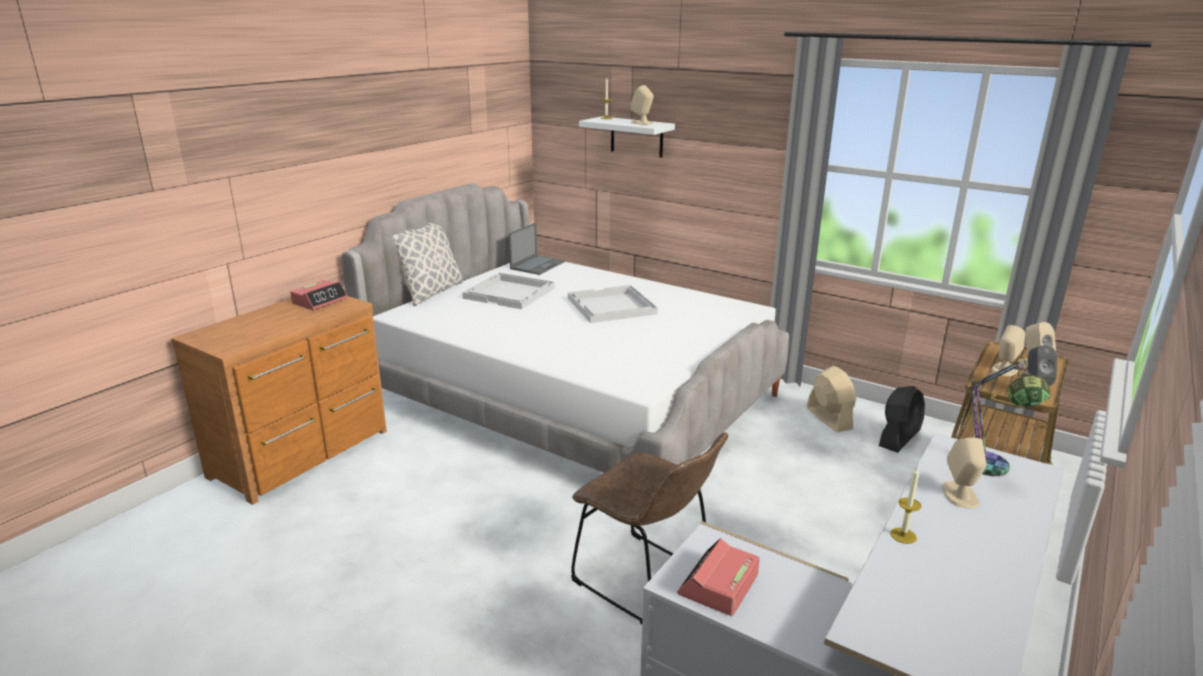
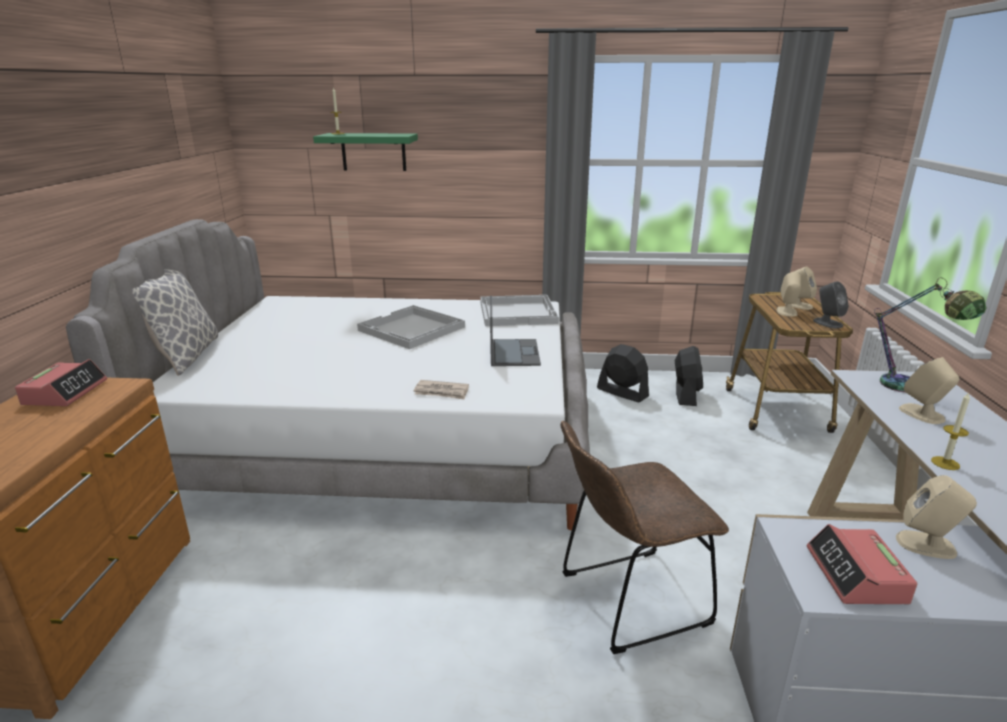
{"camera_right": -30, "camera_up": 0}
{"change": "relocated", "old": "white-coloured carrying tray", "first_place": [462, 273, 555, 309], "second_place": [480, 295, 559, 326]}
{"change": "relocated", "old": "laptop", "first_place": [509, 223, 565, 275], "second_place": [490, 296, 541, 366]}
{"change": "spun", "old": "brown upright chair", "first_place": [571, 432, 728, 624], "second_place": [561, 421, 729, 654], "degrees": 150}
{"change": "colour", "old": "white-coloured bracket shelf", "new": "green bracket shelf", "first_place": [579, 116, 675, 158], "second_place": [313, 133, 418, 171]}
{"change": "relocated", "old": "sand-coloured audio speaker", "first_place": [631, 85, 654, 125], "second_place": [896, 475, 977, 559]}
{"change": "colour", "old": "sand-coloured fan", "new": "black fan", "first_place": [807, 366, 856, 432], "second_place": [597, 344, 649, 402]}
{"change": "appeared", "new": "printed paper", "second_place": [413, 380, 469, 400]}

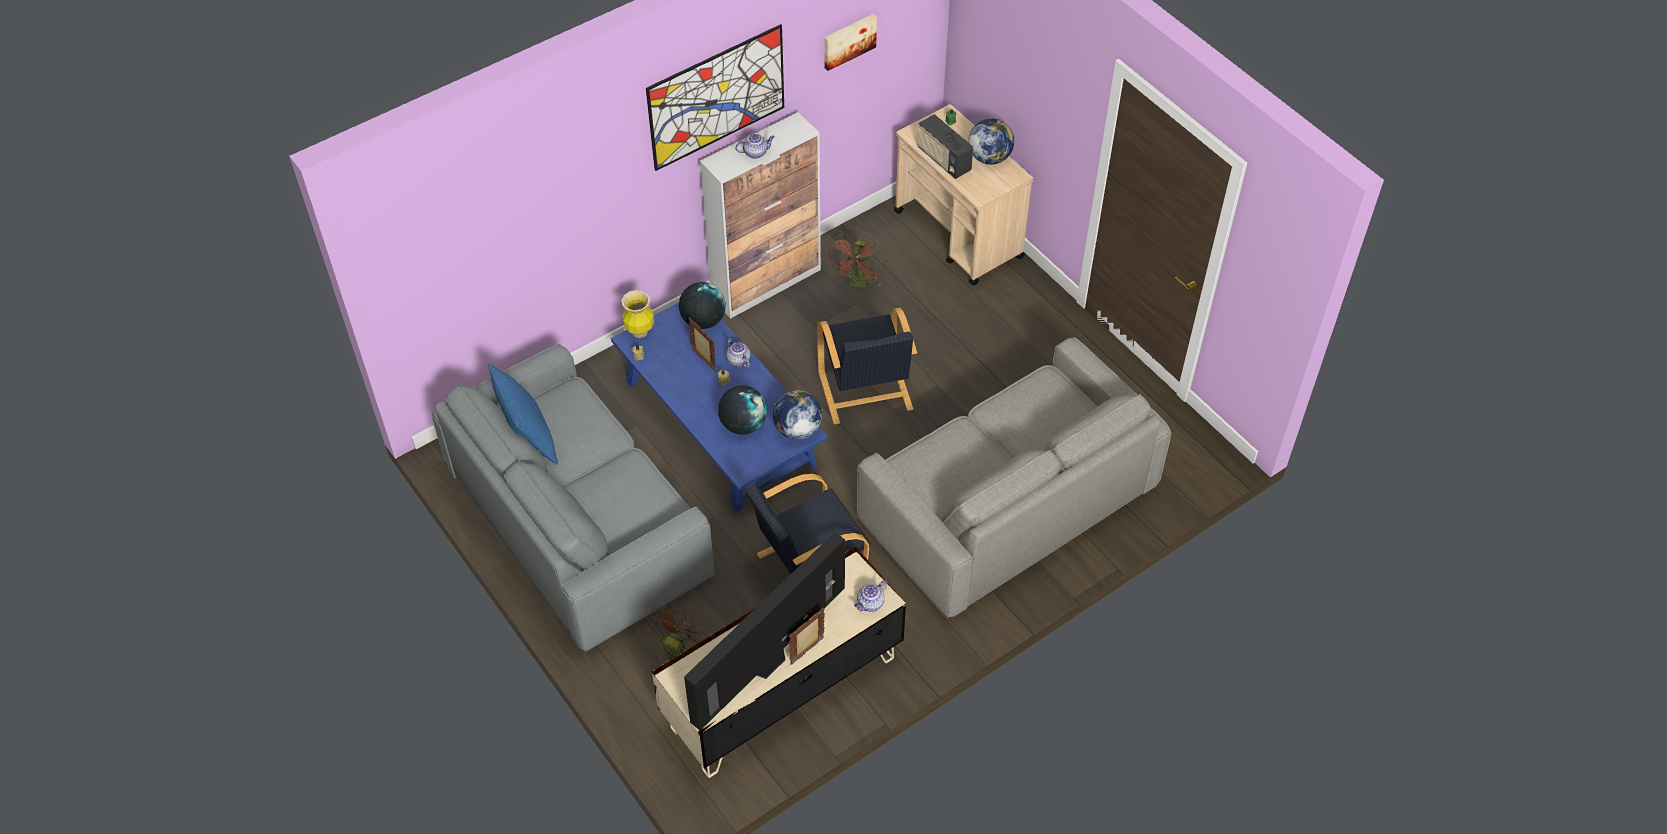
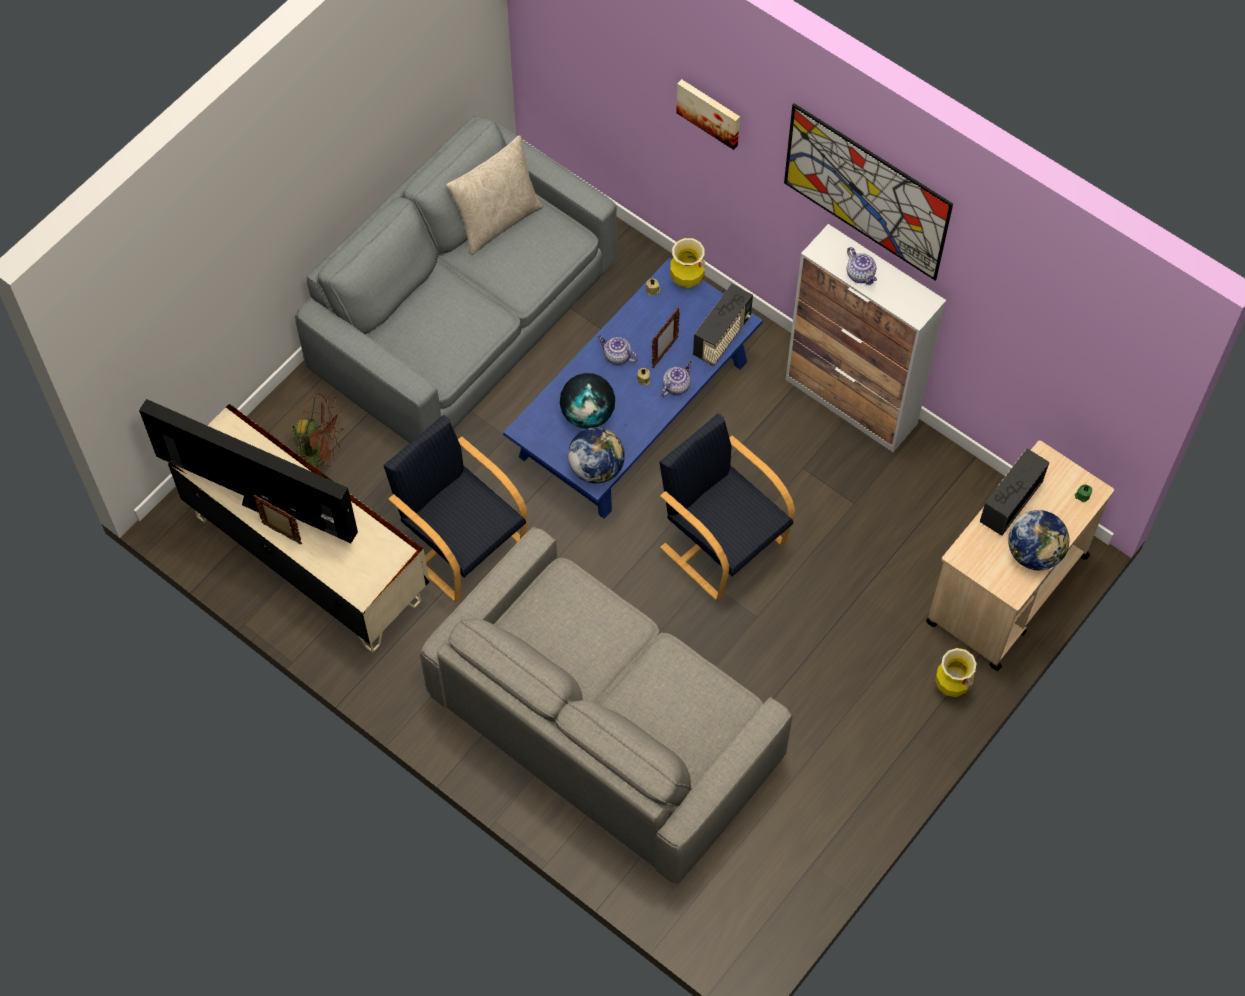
{"camera_right": 75, "camera_up": 10}
{"change": "colour", "old": "blue throw pillow", "new": "sand-coloured throw pillow", "first_place": [488, 363, 558, 465], "second_place": [446, 135, 543, 255]}
{"change": "exchanged", "old": "desk globe", "new": "radio set", "first_place": [679, 282, 726, 329], "second_place": [693, 284, 753, 366]}
{"change": "spun", "old": "black easy chair", "first_place": [817, 308, 917, 425], "second_place": [659, 414, 795, 601], "degrees": 75}
{"change": "relocated", "old": "wall picture", "first_place": [824, 14, 877, 71], "second_place": [676, 79, 740, 150]}
{"change": "missing", "old": "brown fan", "first_place": [827, 229, 887, 288]}
{"change": "relocated", "old": "teapot", "first_place": [854, 580, 887, 612], "second_place": [598, 335, 638, 365]}
{"change": "appeared", "new": "flower vase", "second_place": [935, 648, 977, 697]}

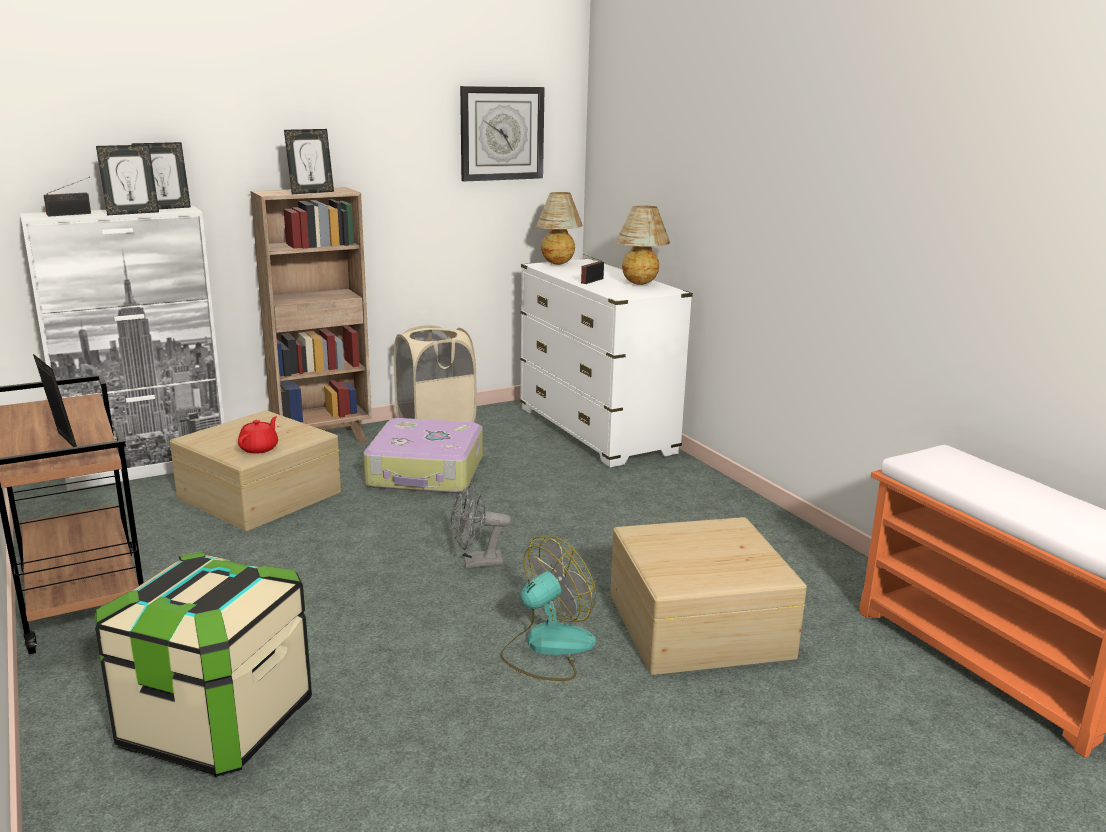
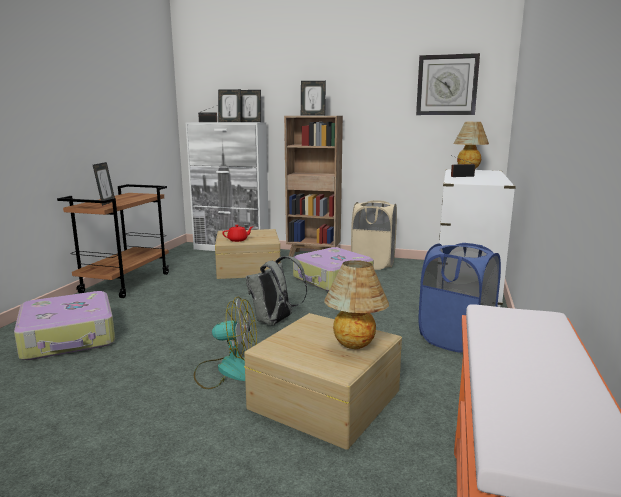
{"camera_right": 45, "camera_up": -5}
{"change": "exchanged", "old": "storage bin", "new": "travel case", "first_place": [94, 551, 312, 777], "second_place": [14, 291, 115, 360]}
{"change": "exchanged", "old": "greyish fan", "new": "greyish knapsack", "first_place": [451, 484, 511, 568], "second_place": [246, 256, 307, 325]}
{"change": "relocated", "old": "lamp for a table", "first_place": [616, 206, 670, 285], "second_place": [324, 260, 389, 349]}
{"change": "appeared", "new": "blue hamper", "second_place": [419, 243, 501, 353]}

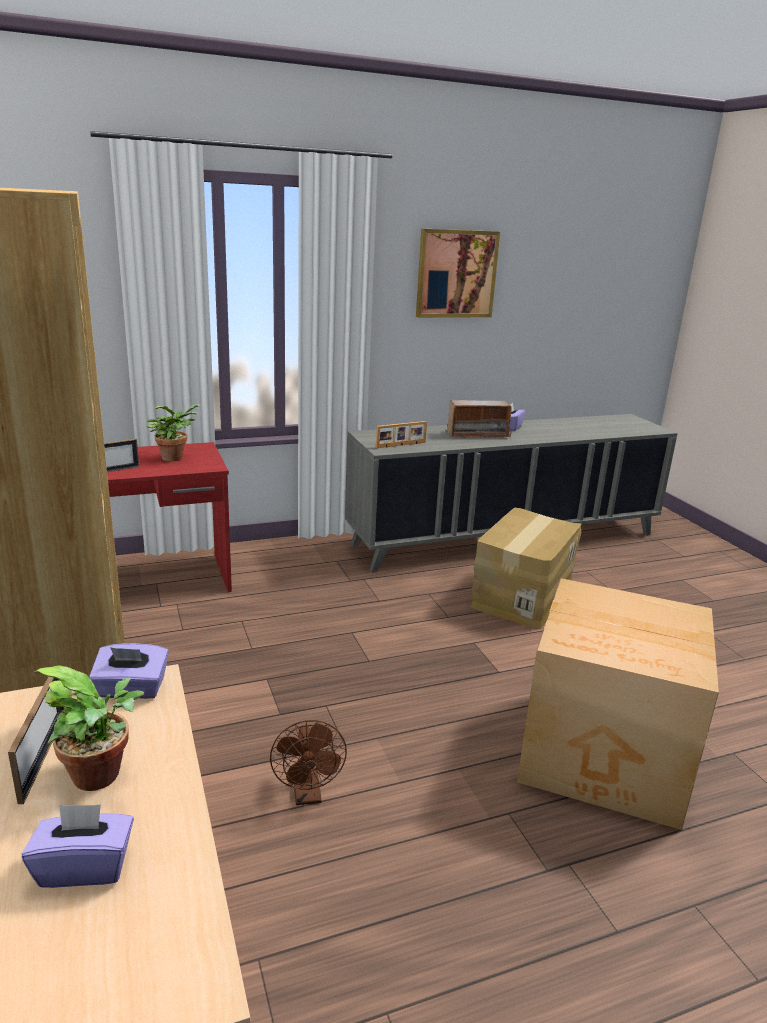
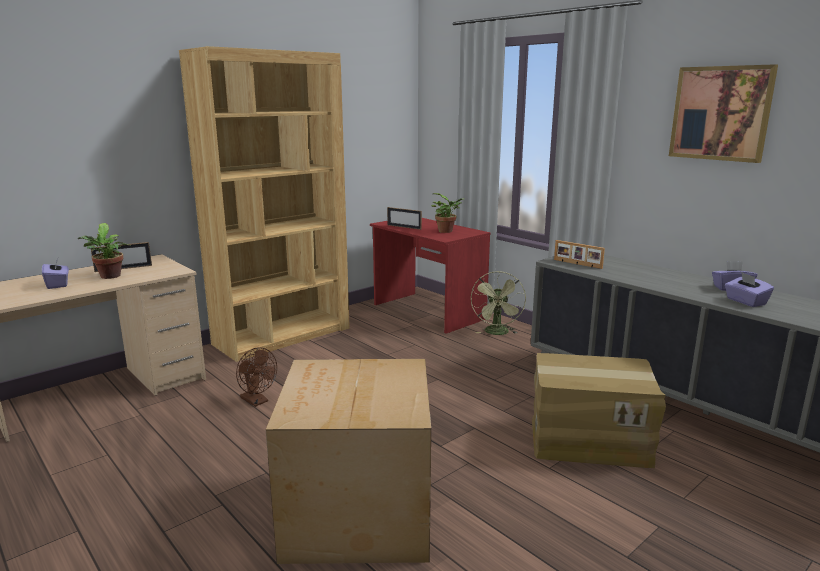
{"camera_right": 70, "camera_up": -5}
{"change": "relocated", "old": "purple tissue box", "first_place": [89, 643, 169, 699], "second_place": [725, 272, 774, 307]}
{"change": "spun", "old": "brown fan", "first_place": [270, 720, 347, 805], "second_place": [236, 347, 277, 407], "degrees": -105}
{"change": "missing", "old": "radio set", "first_place": [447, 400, 512, 438]}
{"change": "appeared", "new": "green fan", "second_place": [471, 271, 526, 335]}

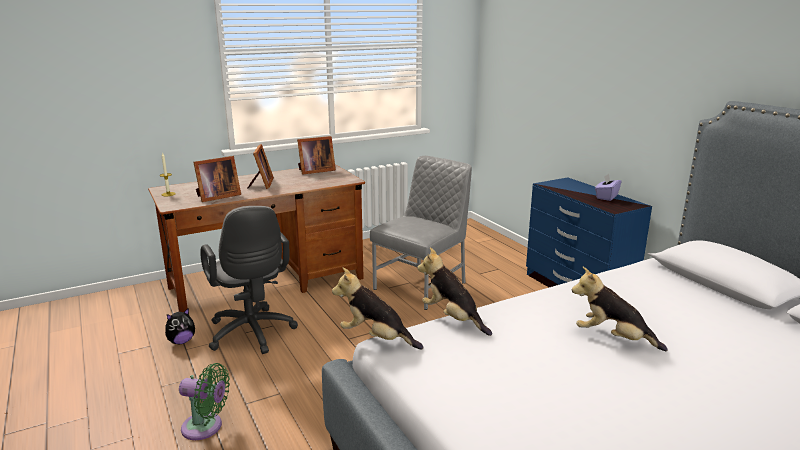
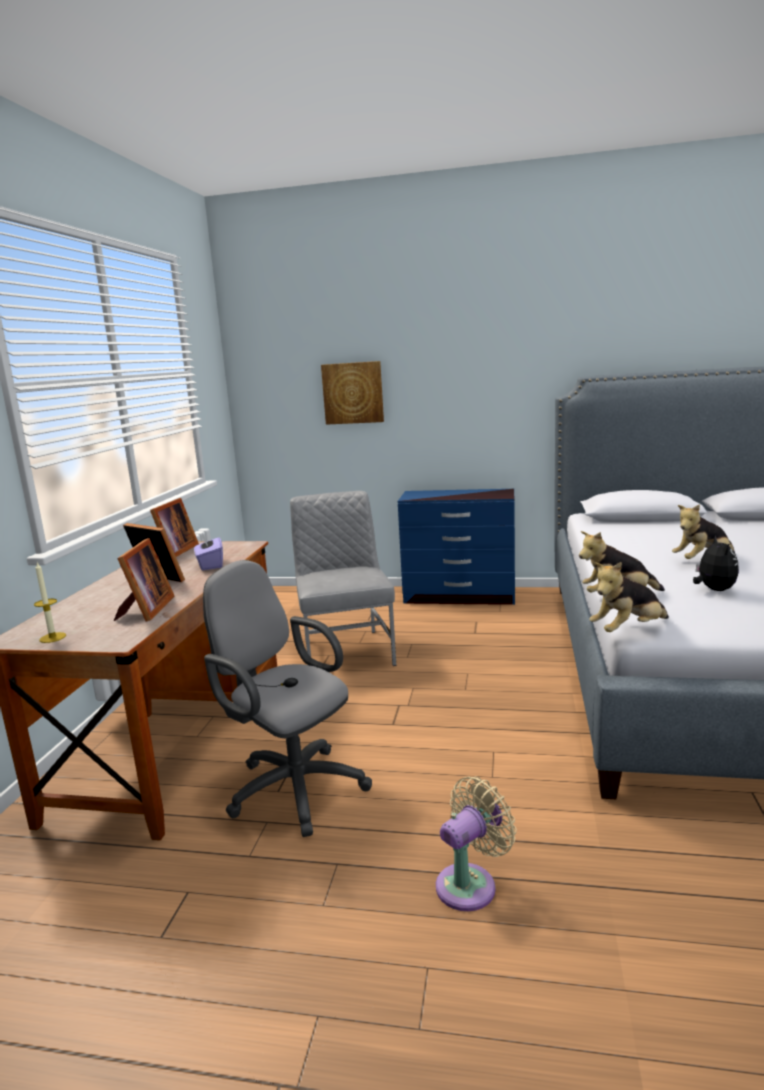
{"camera_right": -50, "camera_up": -5}
{"change": "relocated", "old": "plush toy", "first_place": [165, 308, 195, 344], "second_place": [693, 536, 739, 591]}
{"change": "colour", "old": "green fan", "new": "sand-coloured fan", "first_place": [179, 363, 230, 440], "second_place": [436, 776, 517, 911]}
{"change": "spun", "old": "greyish office chair", "first_place": [200, 206, 298, 354], "second_place": [203, 560, 372, 837], "degrees": -150}
{"change": "relocated", "old": "purple tissue box", "first_place": [595, 174, 621, 201], "second_place": [194, 533, 223, 570]}
{"change": "appeared", "new": "wall picture", "second_place": [321, 361, 384, 425]}

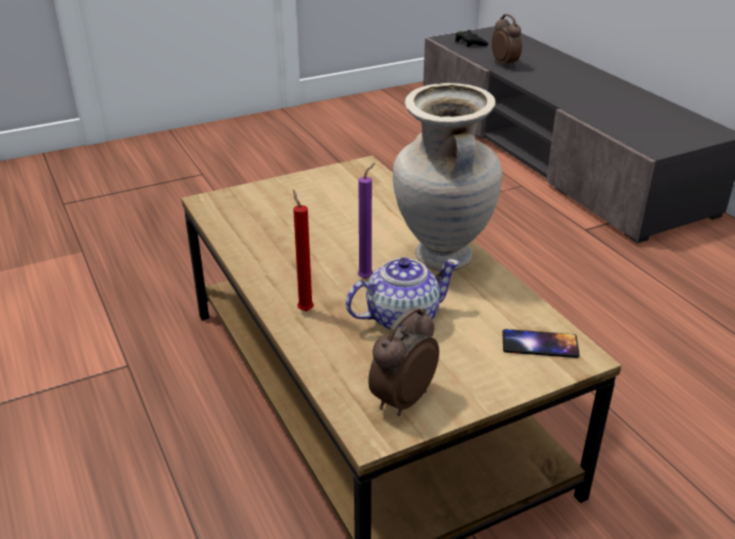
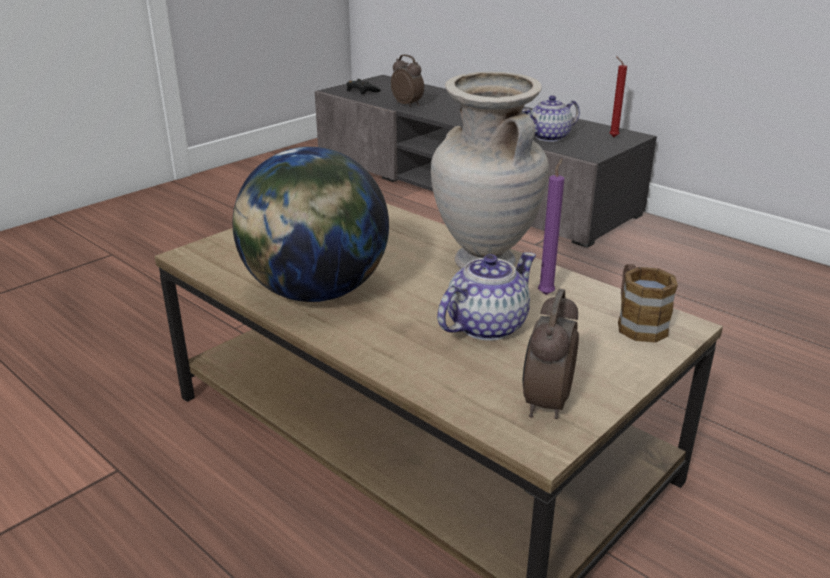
{"camera_right": -20, "camera_up": -5}
{"change": "relocated", "old": "reddish candle", "first_place": [293, 190, 314, 311], "second_place": [610, 56, 627, 137]}
{"change": "relocated", "old": "purple candle", "first_place": [358, 163, 375, 279], "second_place": [538, 158, 564, 295]}
{"change": "exchanged", "old": "telephone", "new": "mug", "first_place": [502, 329, 580, 358], "second_place": [618, 264, 678, 343]}
{"change": "appeared", "new": "desk globe", "second_place": [232, 147, 389, 302]}
{"change": "appeared", "new": "teapot", "second_place": [522, 95, 580, 142]}

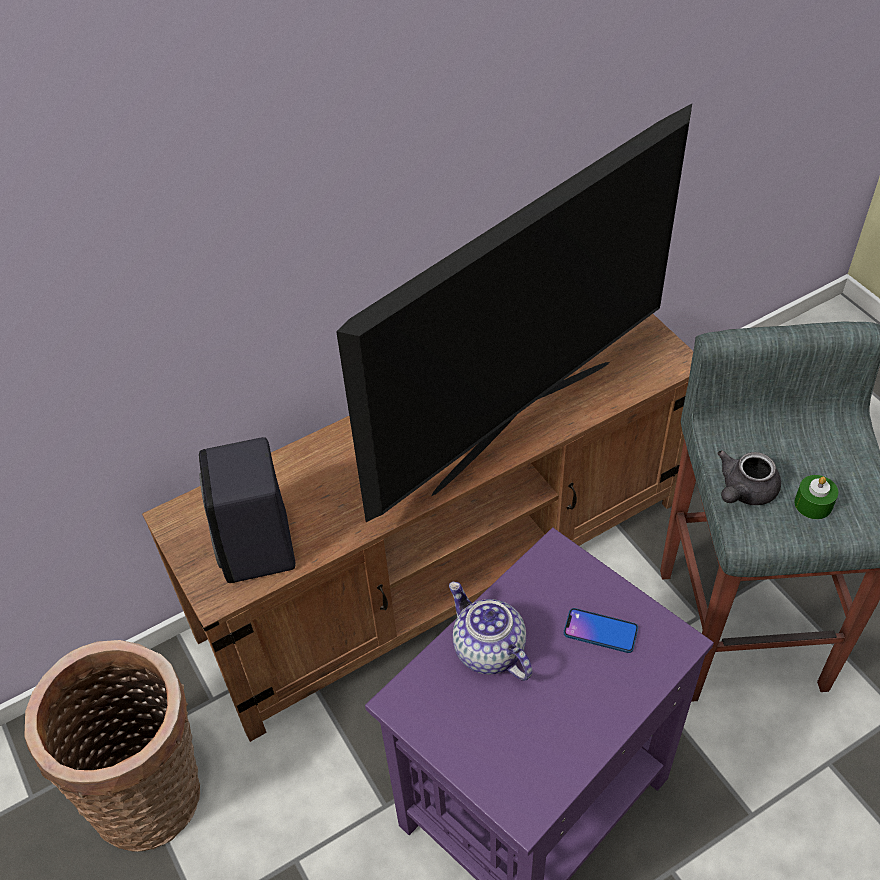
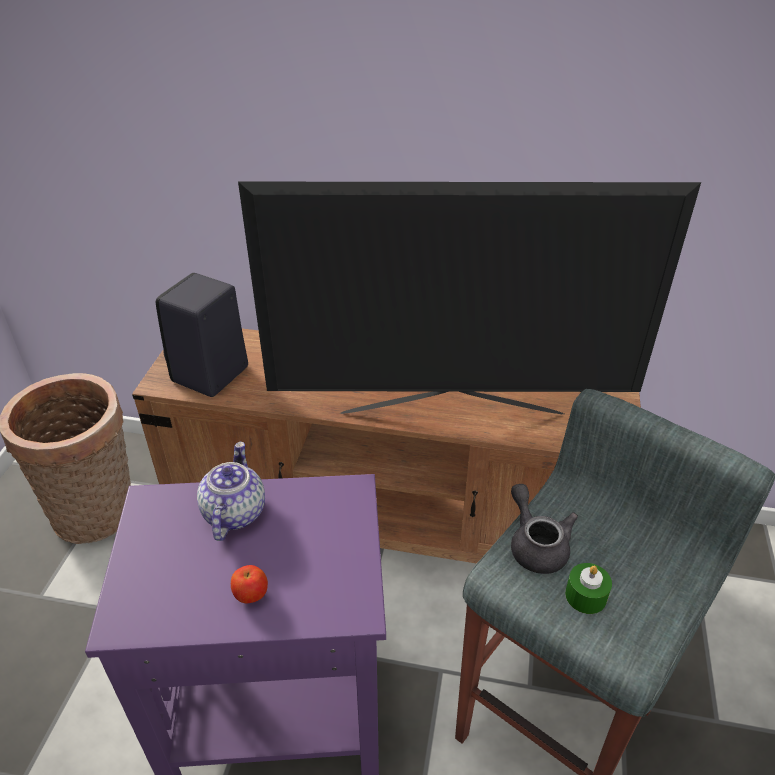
{"camera_right": 40, "camera_up": -10}
{"change": "missing", "old": "telephone", "first_place": [564, 608, 638, 653]}
{"change": "spun", "old": "greyish teapot", "first_place": [717, 450, 781, 505], "second_place": [511, 484, 578, 574], "degrees": 75}
{"change": "appeared", "new": "apple", "second_place": [231, 565, 268, 603]}

